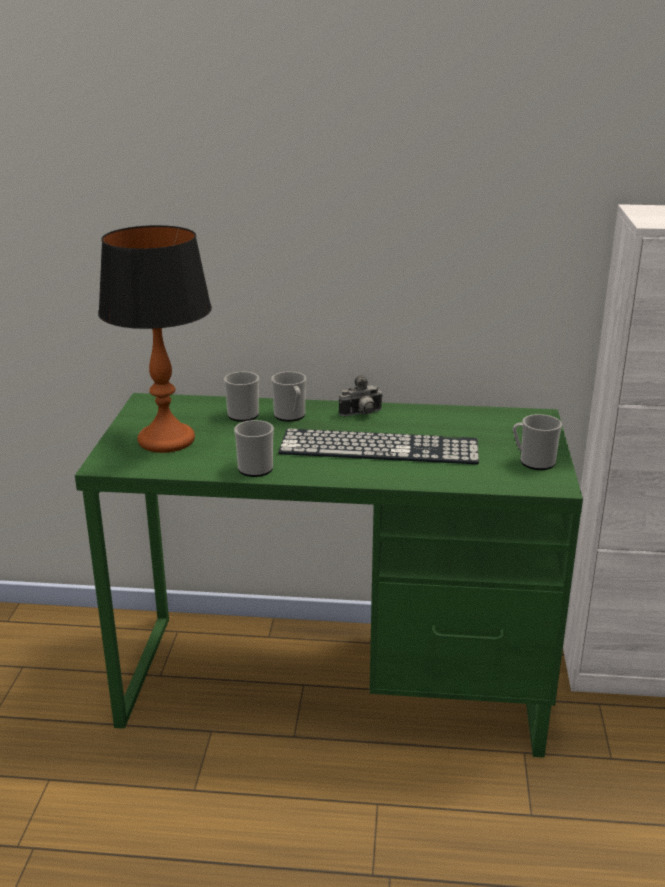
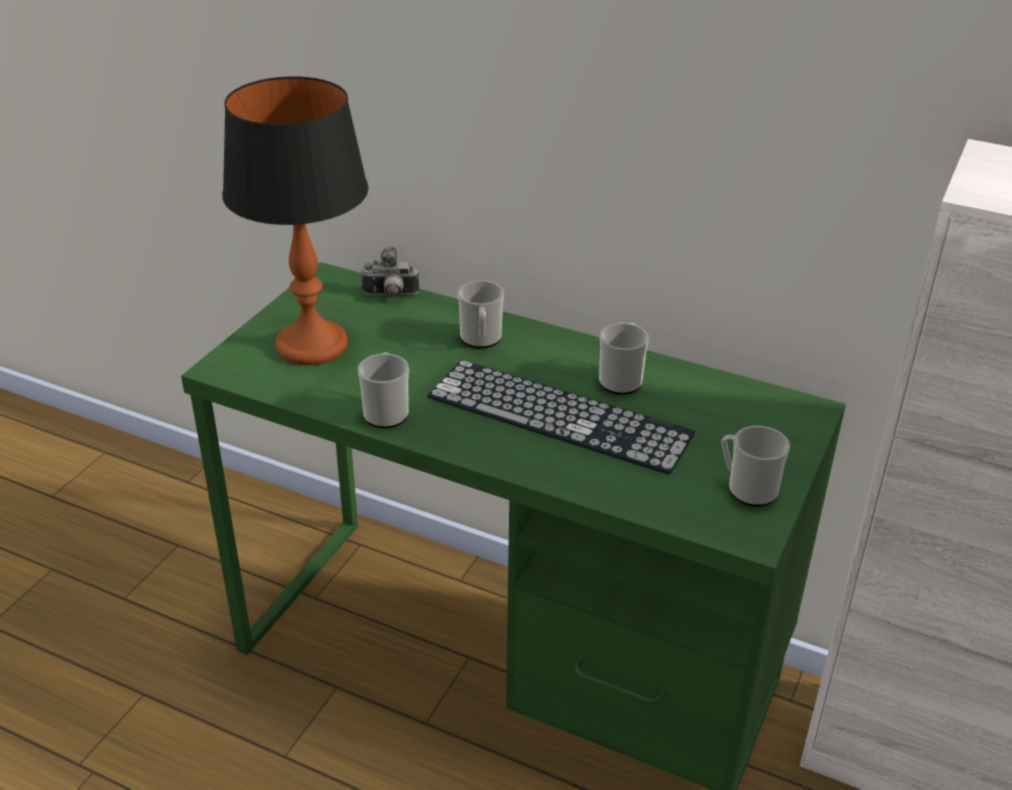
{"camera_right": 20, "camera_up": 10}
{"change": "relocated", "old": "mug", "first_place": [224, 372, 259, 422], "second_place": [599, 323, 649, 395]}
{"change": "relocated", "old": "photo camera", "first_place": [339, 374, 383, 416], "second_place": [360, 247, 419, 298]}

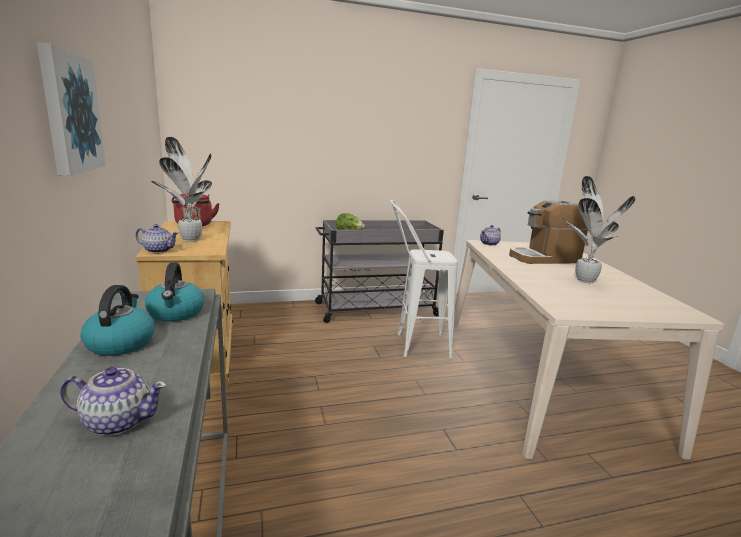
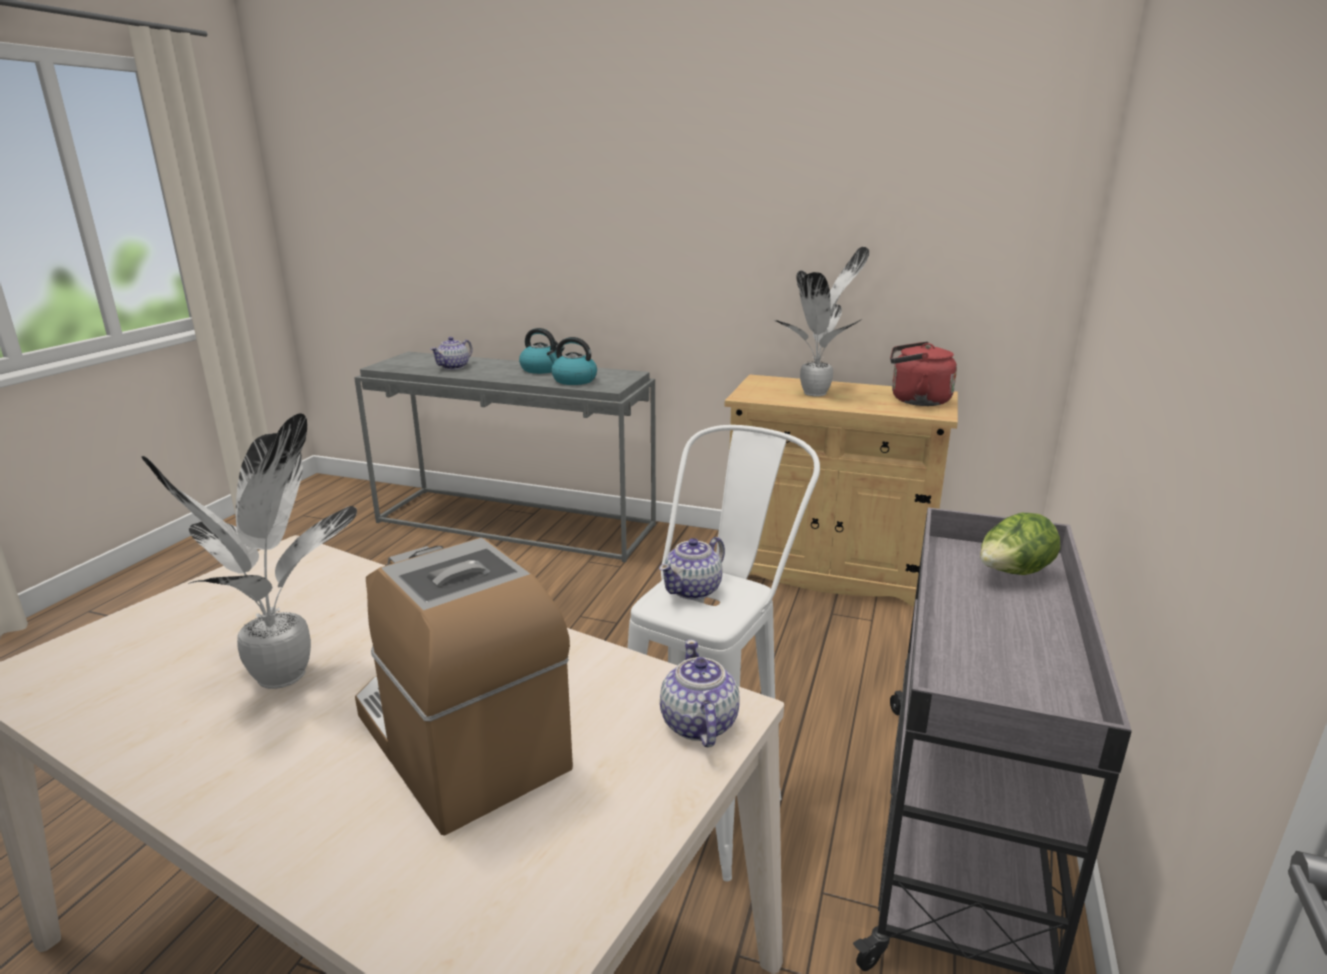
{"camera_right": 125, "camera_up": 5}
{"change": "missing", "old": "wall picture", "first_place": [37, 42, 106, 176]}
{"change": "relocated", "old": "teapot", "first_place": [135, 224, 178, 253], "second_place": [659, 537, 725, 600]}
{"change": "spun", "old": "coffee machine", "first_place": [509, 200, 588, 264], "second_place": [355, 538, 573, 836], "degrees": -60}

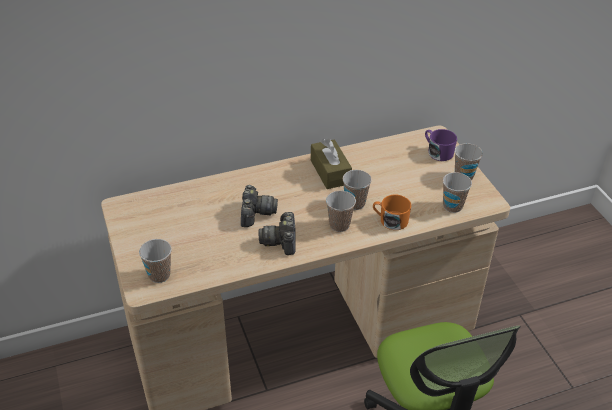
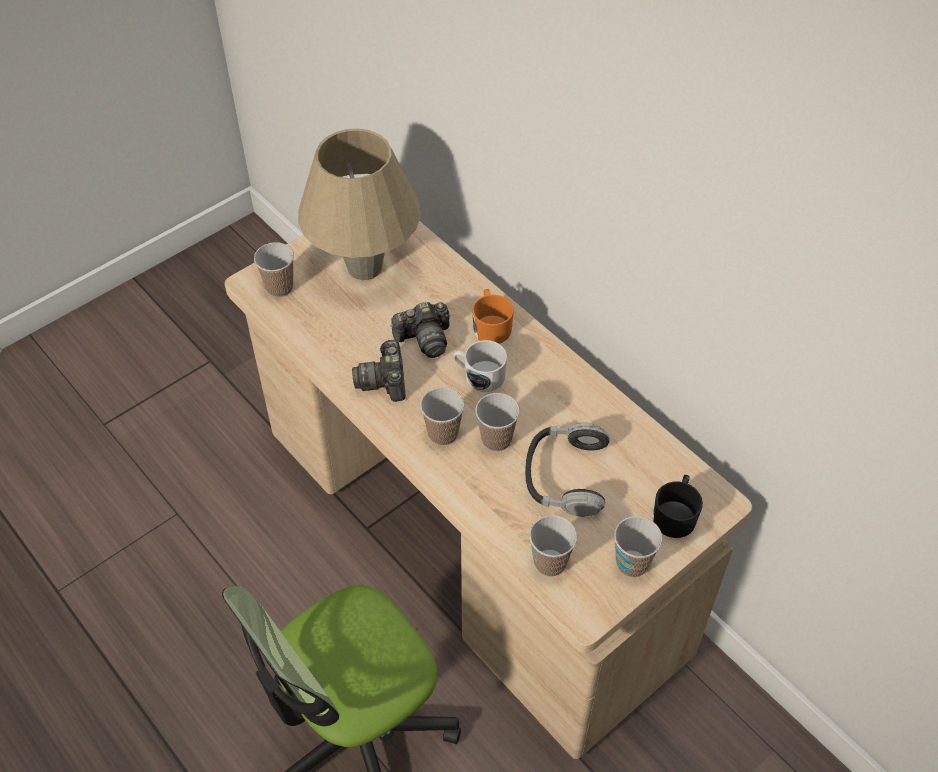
{"camera_right": 70, "camera_up": 10}
{"change": "spun", "old": "photo camera", "first_place": [259, 212, 295, 255], "second_place": [352, 340, 405, 402], "degrees": -75}
{"change": "missing", "old": "brown tissue box", "first_place": [311, 139, 352, 189]}
{"change": "relocated", "old": "orangey mug", "first_place": [373, 195, 411, 230], "second_place": [472, 289, 514, 344]}
{"change": "colour", "old": "purple mug", "new": "black mug", "first_place": [425, 129, 457, 161], "second_place": [653, 475, 703, 538]}
{"change": "appeared", "new": "sand-coloured lamp for a table", "second_place": [298, 128, 421, 280]}
{"change": "appeared", "new": "white-coloured mug", "second_place": [453, 340, 507, 392]}
{"change": "appeared", "new": "pair of headphones", "second_place": [525, 423, 610, 517]}

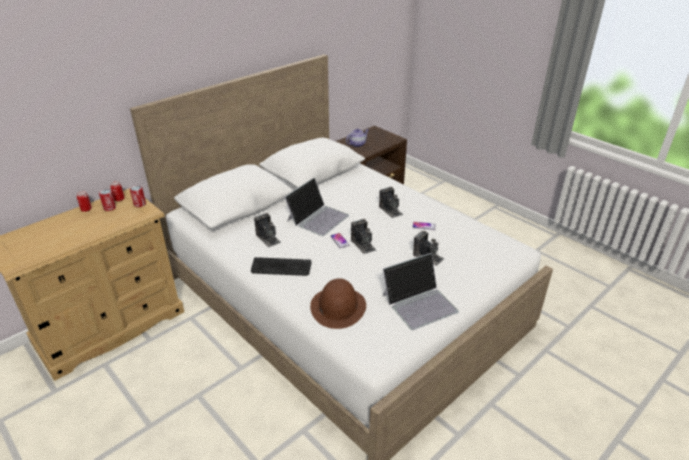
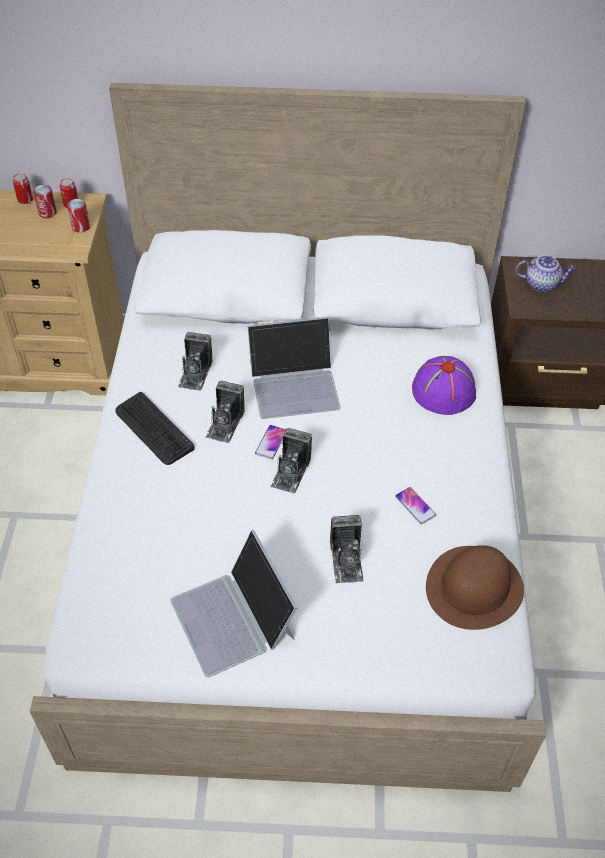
{"camera_right": 45, "camera_up": 15}
{"change": "relocated", "old": "brown hat", "first_place": [310, 278, 366, 329], "second_place": [426, 545, 524, 630]}
{"change": "relocated", "old": "photo camera", "first_place": [379, 187, 403, 218], "second_place": [205, 381, 244, 443]}
{"change": "spun", "old": "laptop", "first_place": [382, 253, 459, 330], "second_place": [170, 530, 297, 677], "degrees": 45}
{"change": "appeared", "new": "purple hat", "second_place": [412, 356, 476, 415]}

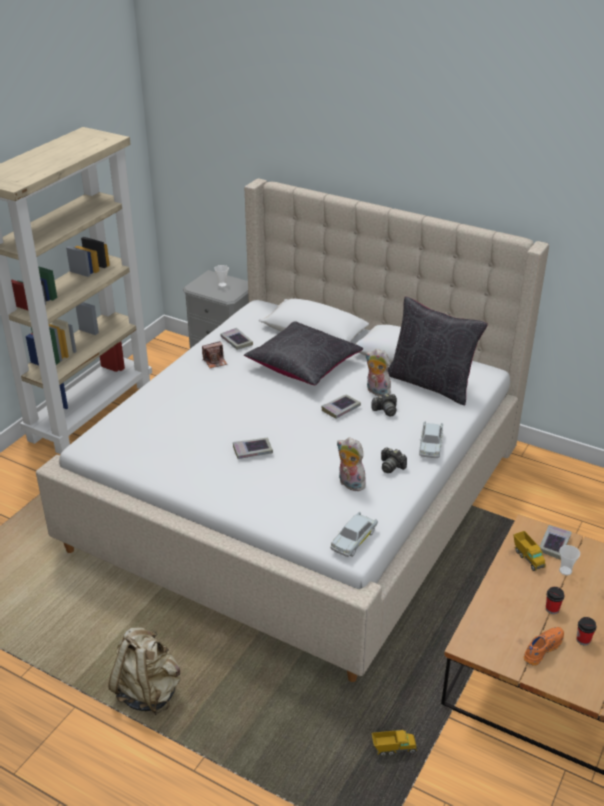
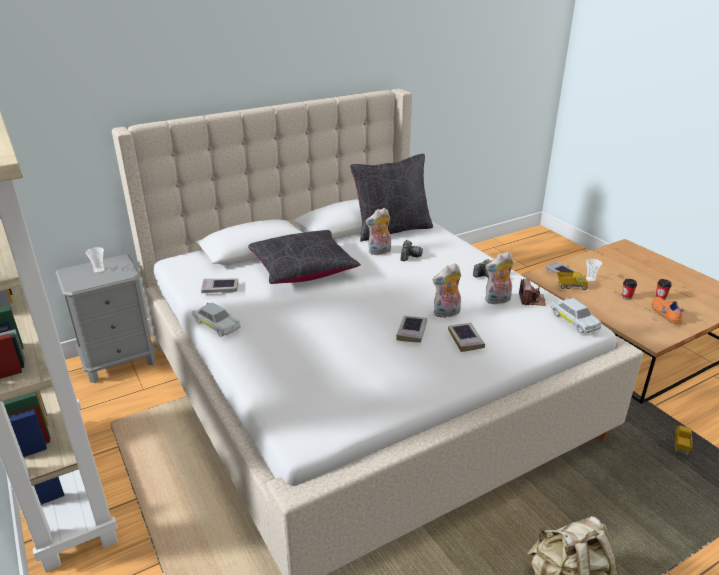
{"camera_right": -60, "camera_up": -5}
{"change": "relocated", "old": "photo camera", "first_place": [202, 341, 227, 368], "second_place": [519, 279, 546, 306]}
{"change": "relocated", "old": "volume", "first_place": [322, 394, 361, 419], "second_place": [448, 323, 485, 352]}
{"change": "relocated", "old": "white-coloured toy car", "first_place": [419, 421, 443, 458], "second_place": [192, 302, 241, 337]}
{"change": "appeared", "new": "plush toy", "second_place": [433, 263, 461, 318]}

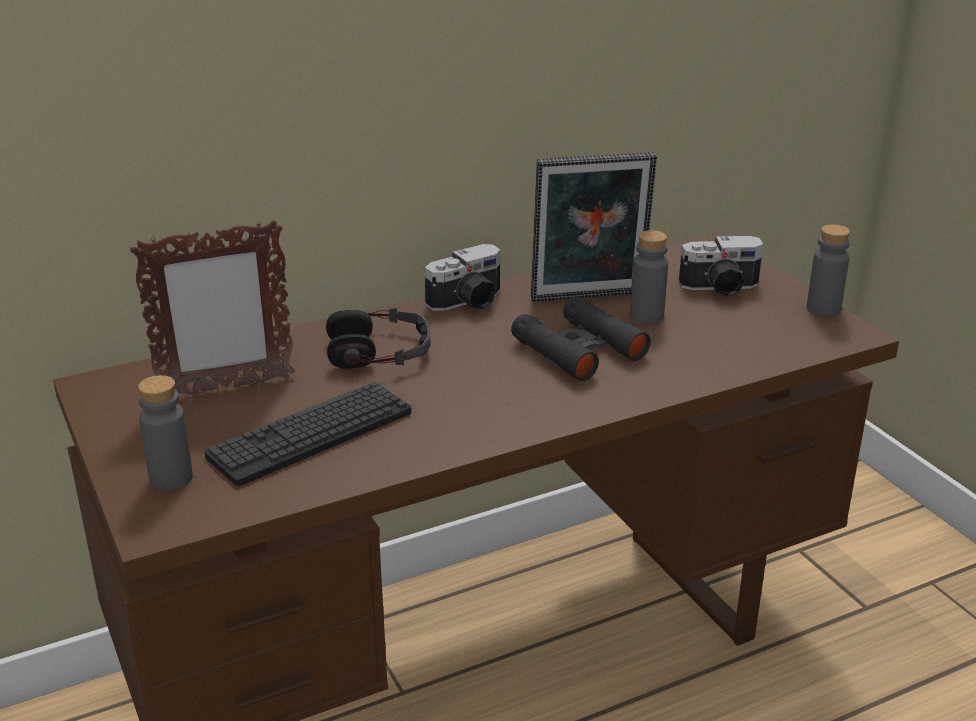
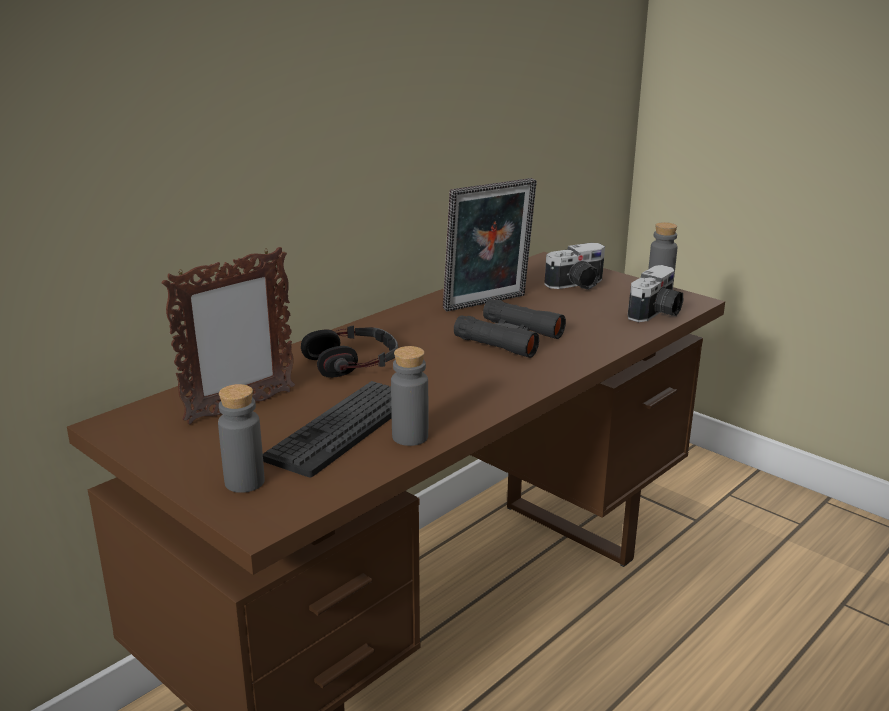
{"camera_right": -20, "camera_up": -5}
{"change": "relocated", "old": "photo camera", "first_place": [425, 244, 501, 311], "second_place": [627, 265, 683, 322]}
{"change": "relocated", "old": "greyish drink bottle", "first_place": [630, 230, 668, 324], "second_place": [391, 346, 428, 446]}

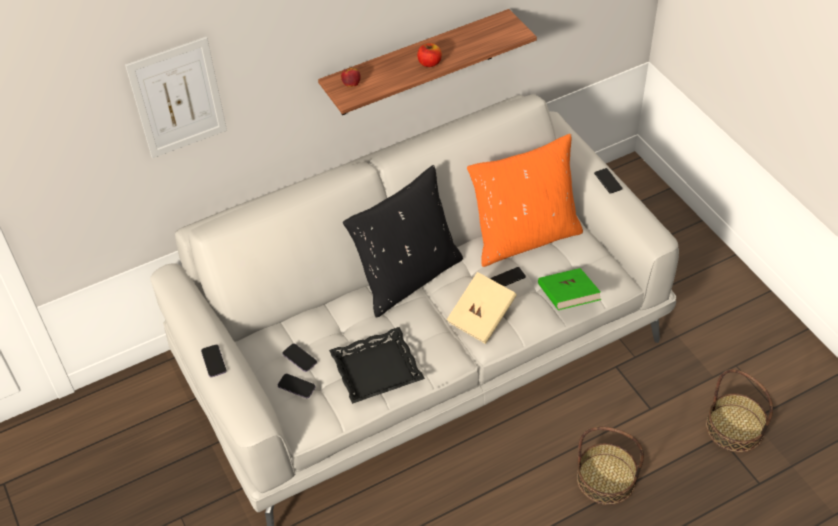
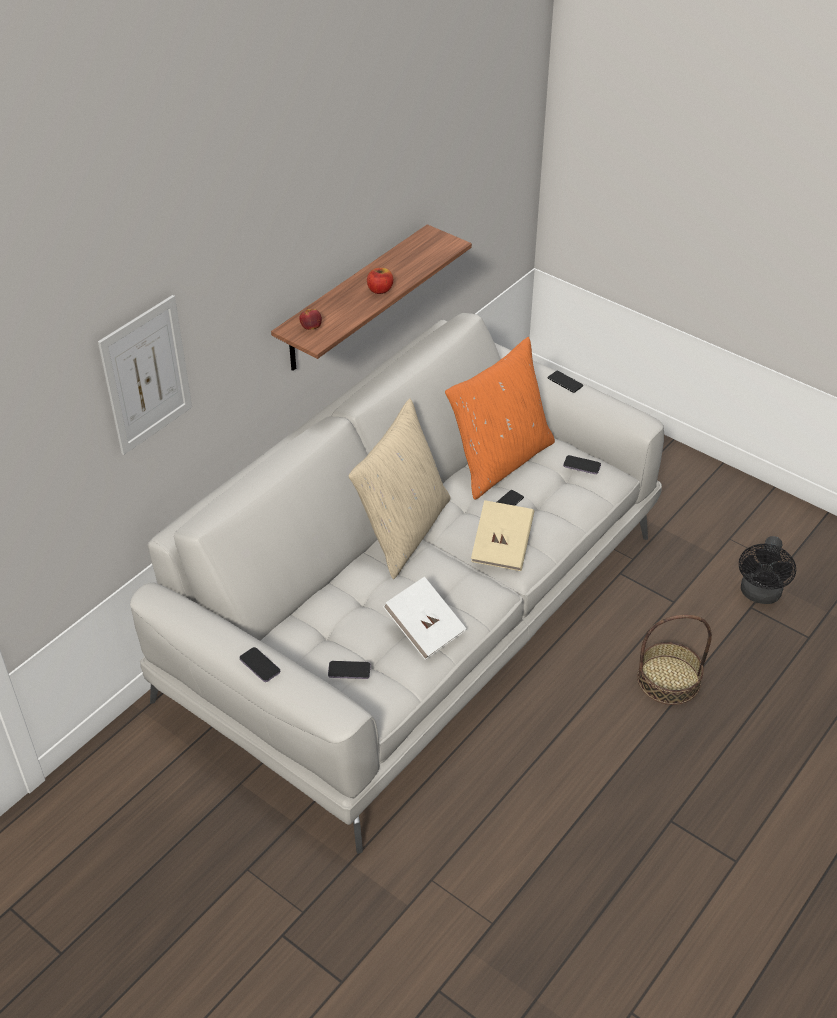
{"camera_right": -25, "camera_up": -5}
{"change": "relocated", "old": "telephone", "first_place": [282, 344, 317, 372], "second_place": [563, 455, 601, 474]}
{"change": "exchanged", "old": "black carrying tray", "new": "white-coloured volume", "first_place": [329, 327, 425, 404], "second_place": [383, 577, 467, 660]}
{"change": "colour", "old": "black throw pillow", "new": "sand-coloured throw pillow", "first_place": [343, 165, 463, 318], "second_place": [349, 398, 450, 579]}
{"change": "missing", "old": "green volume", "first_place": [538, 268, 601, 310]}
{"change": "exchanged", "old": "basket", "new": "black fan", "first_place": [706, 369, 773, 452], "second_place": [739, 536, 796, 604]}

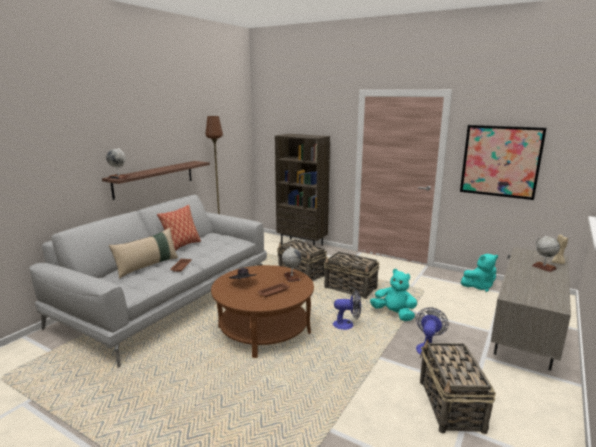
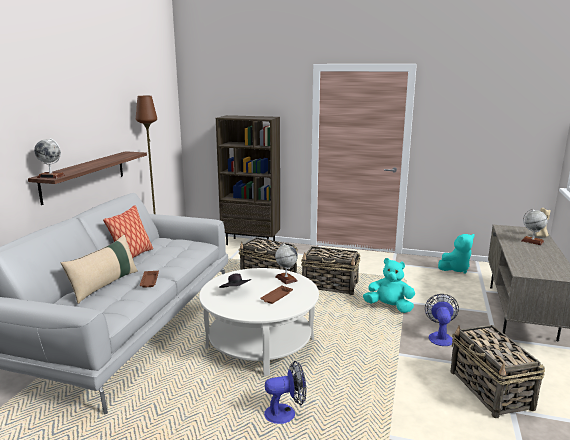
{"camera_right": -15, "camera_up": 0}
{"change": "colour", "old": "brown low table", "new": "white-coloured low table", "first_place": [211, 265, 314, 358], "second_place": [199, 268, 319, 376]}
{"change": "relocated", "old": "fan", "first_place": [333, 290, 361, 330], "second_place": [264, 361, 306, 424]}
{"change": "missing", "old": "wall picture", "first_place": [460, 125, 547, 200]}

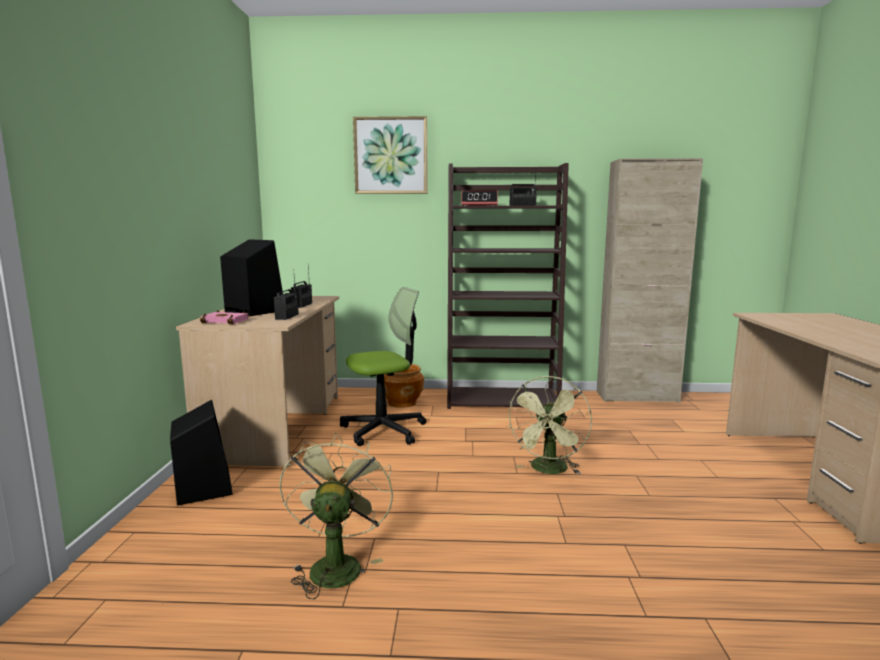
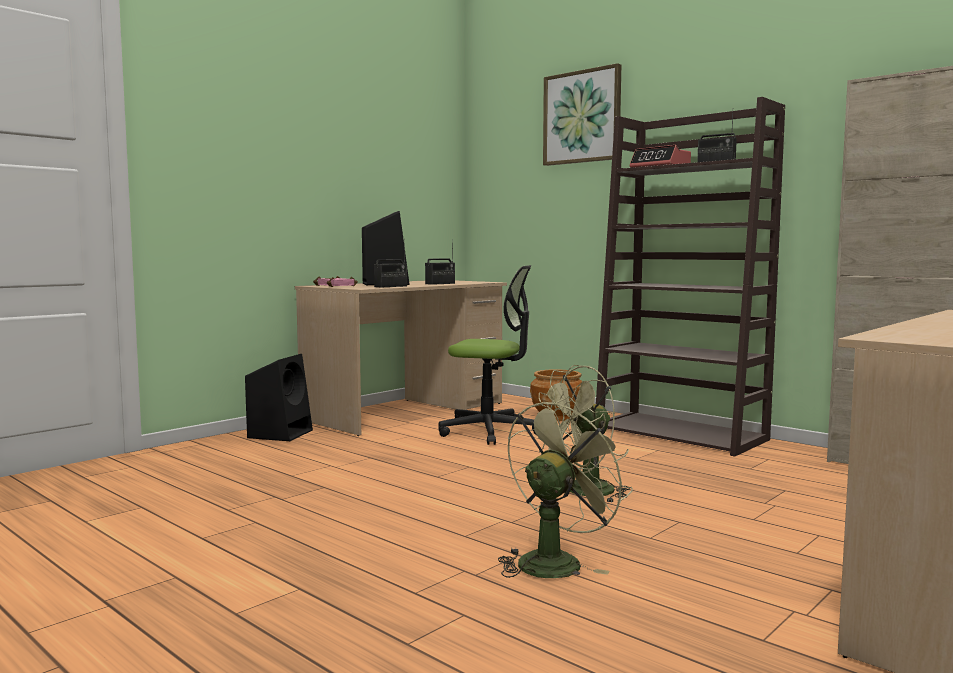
{"camera_right": 40, "camera_up": -5}
{"change": "relocated", "old": "green fan", "first_place": [279, 433, 393, 599], "second_place": [498, 396, 633, 578]}

